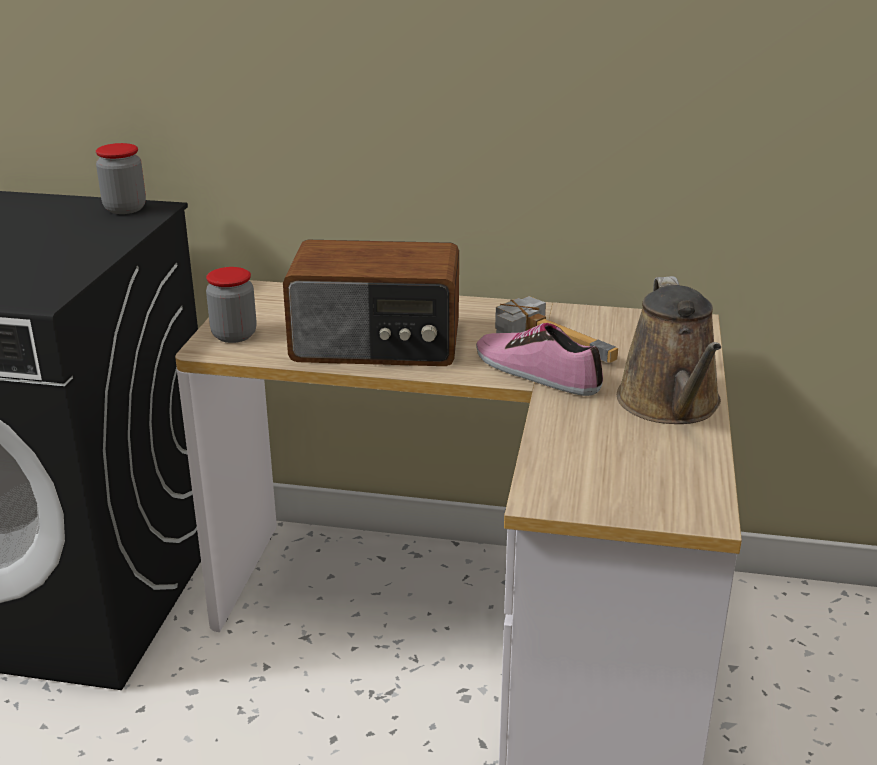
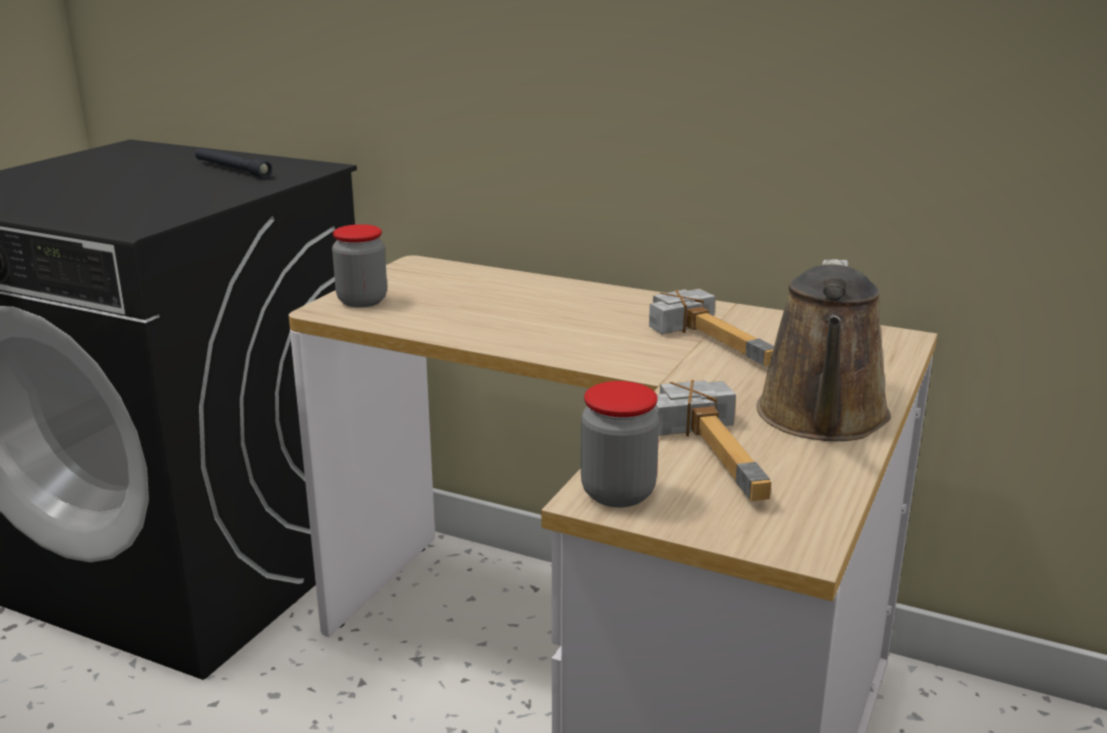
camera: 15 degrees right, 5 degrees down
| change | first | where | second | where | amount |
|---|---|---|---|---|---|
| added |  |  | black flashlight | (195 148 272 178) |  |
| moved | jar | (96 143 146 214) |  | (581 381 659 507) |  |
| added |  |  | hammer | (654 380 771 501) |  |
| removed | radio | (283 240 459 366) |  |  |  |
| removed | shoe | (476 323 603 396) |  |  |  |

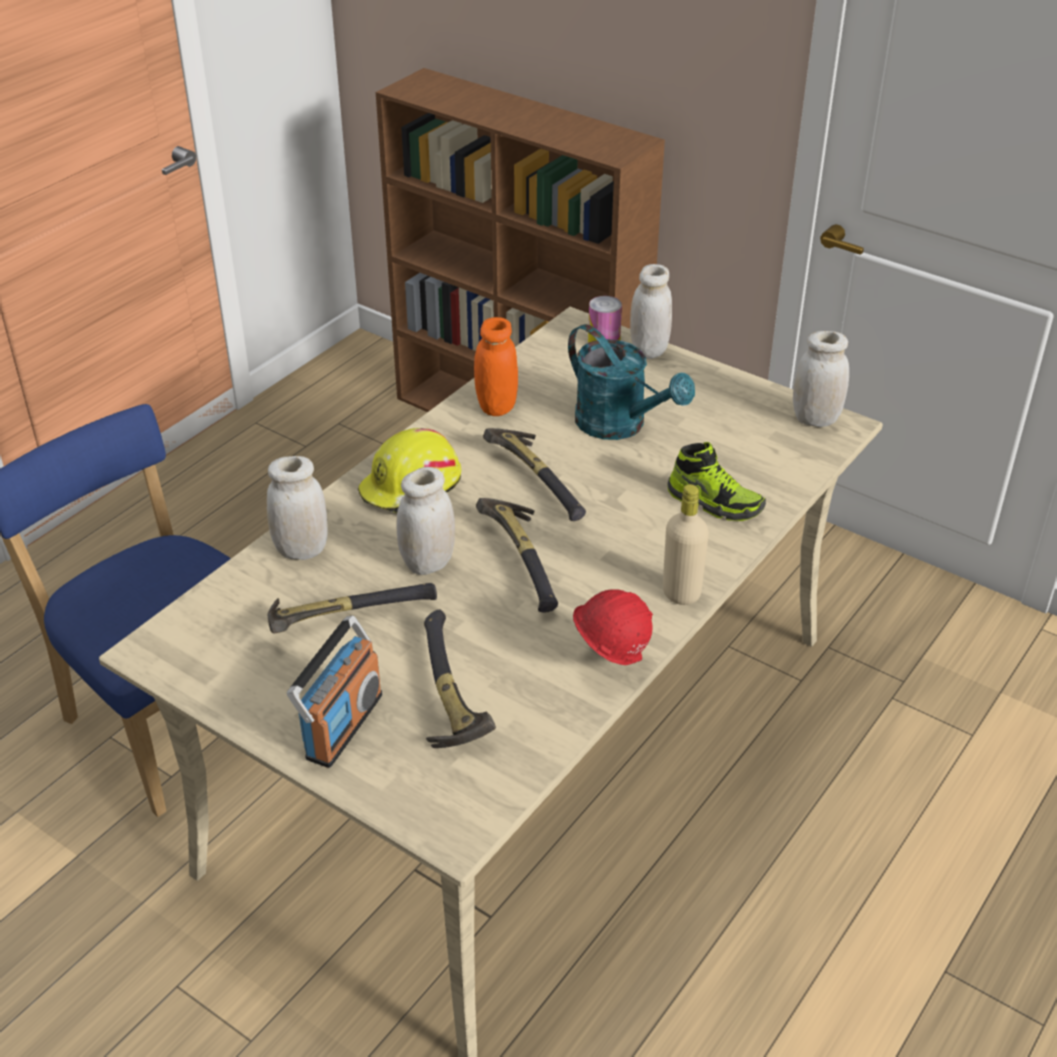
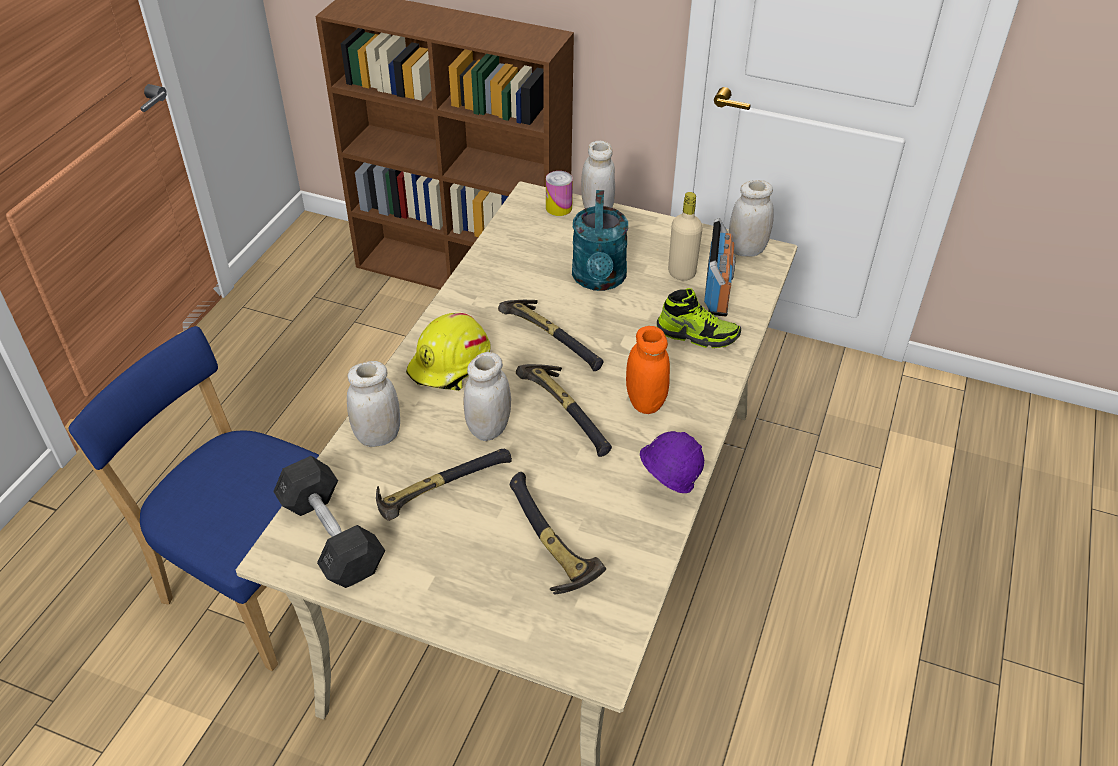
camera: 15 degrees left, 5 degrees up
| change | first | where | second | where | amount |
|---|---|---|---|---|---|
| added |  |  | grey dumbbell | (273 456 385 588) |  |
| turned | turquoise watering can | (568 324 695 440) |  | (572 190 628 291) | 60 degrees clockwise |
| moved | orange jar | (474 317 518 416) |  | (626 326 670 414) |  |
| recoloured | red hard hat | (573 589 653 665) | purple hard hat | (640 431 704 493) |  |
| moved | beige bottle | (663 484 709 605) |  | (668 192 703 281) |  |
| moved | radio | (287 616 382 768) |  | (704 218 736 316) |  |

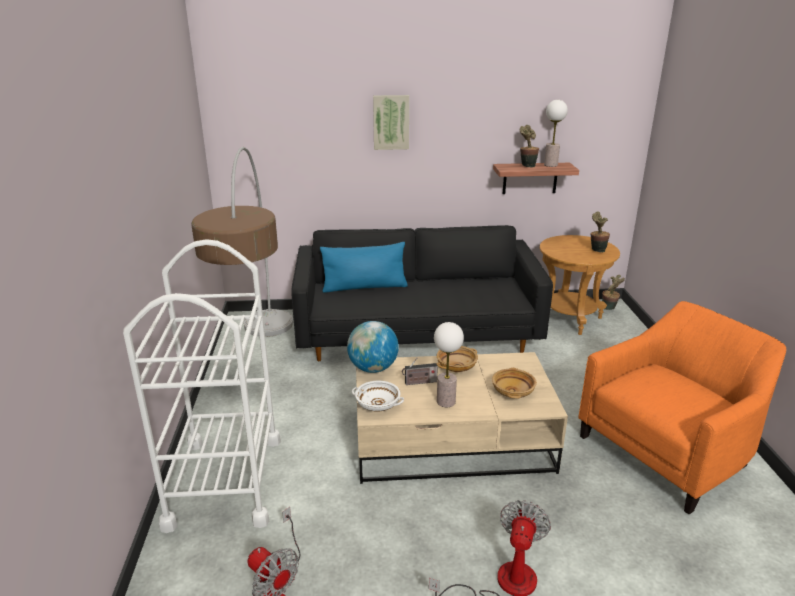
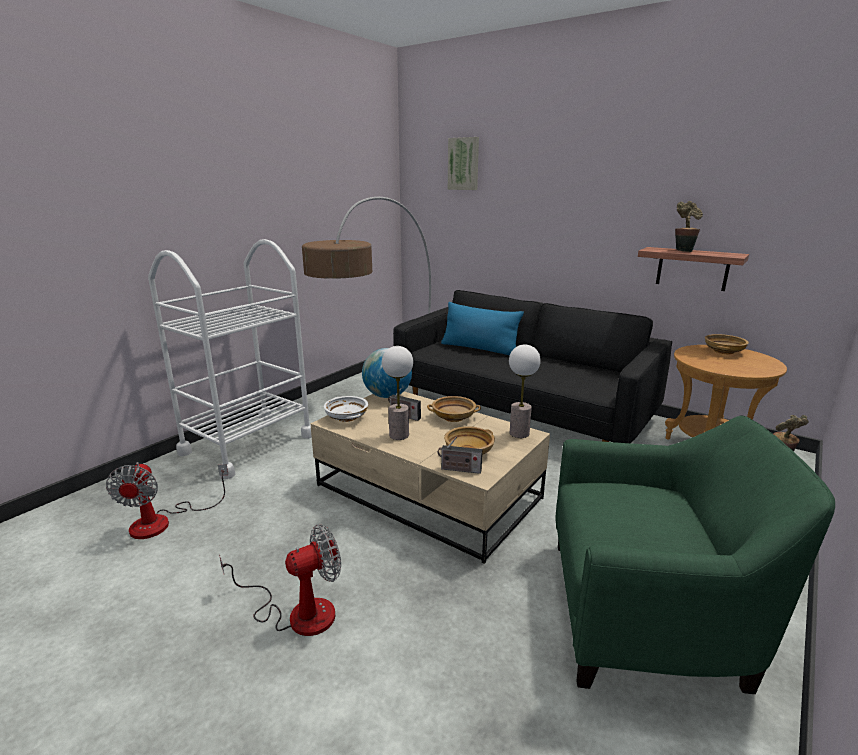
camera: 40 degrees right, 5 degrees down
| change | first | where | second | where | amount |
|---|---|---|---|---|---|
| added |  |  | radio | (438 436 482 474) |  |
| moved | picture | (373 95 409 150) |  | (448 137 479 190) |  |
| moved | table lamp | (544 100 568 167) |  | (509 344 541 438) |  |
| recoloured | orange armchair | (578 301 786 514) | green armchair | (555 415 835 694) |  |
| added |  |  | beige bowl | (705 334 749 354) |  |
| removed | potted plant | (591 211 610 253) |  |  |  |

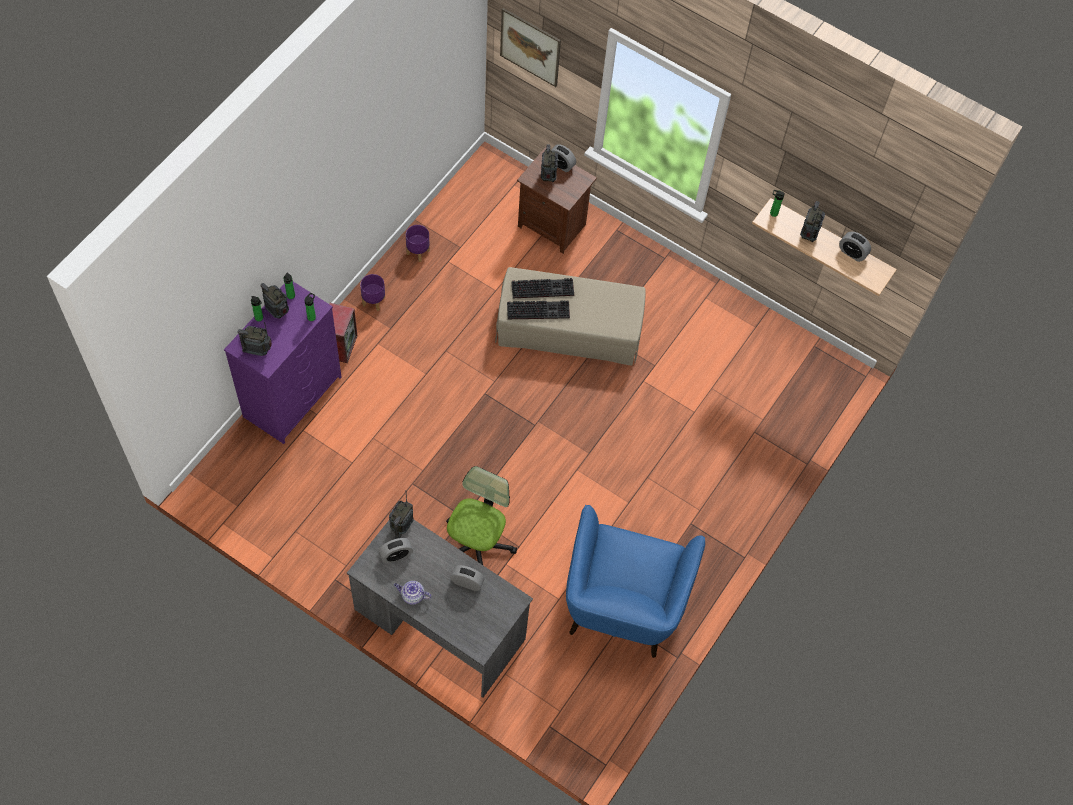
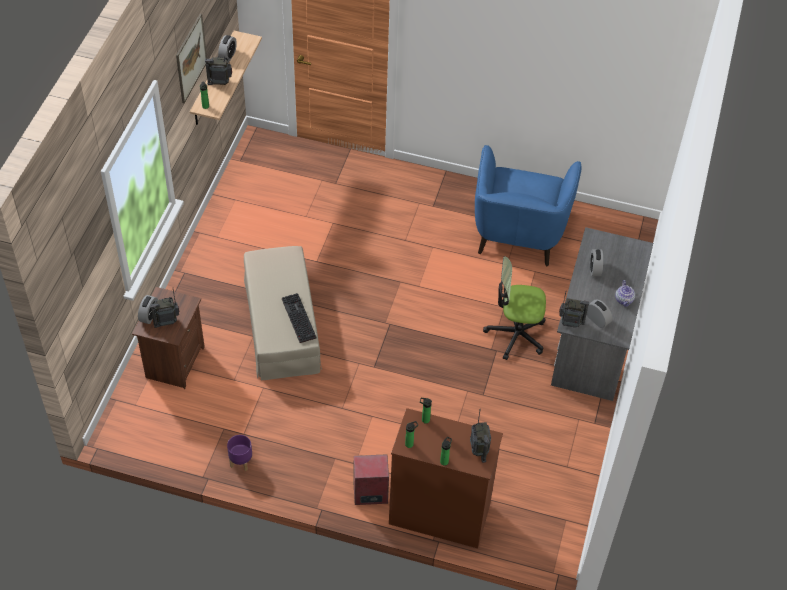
camera: 105 degrees left, 10 degrees down
| change | first | where | second | where | amount |
|---|---|---|---|---|---|
| moved | picture | (500 8 561 87) |  | (176 14 207 103) |  |
| recoloured | purple dresser | (224 282 342 444) | brown dresser | (389 408 503 548) |  |
| turned | blue armchair | (566 505 705 658) |  | (475 145 582 266) | 105 degrees clockwise |
| removed | radio | (260 283 289 319) |  |  |  |
| removed | purple planter | (360 274 385 311) |  |  |  |
| removed | keyboard | (512 278 574 298) |  |  |  |

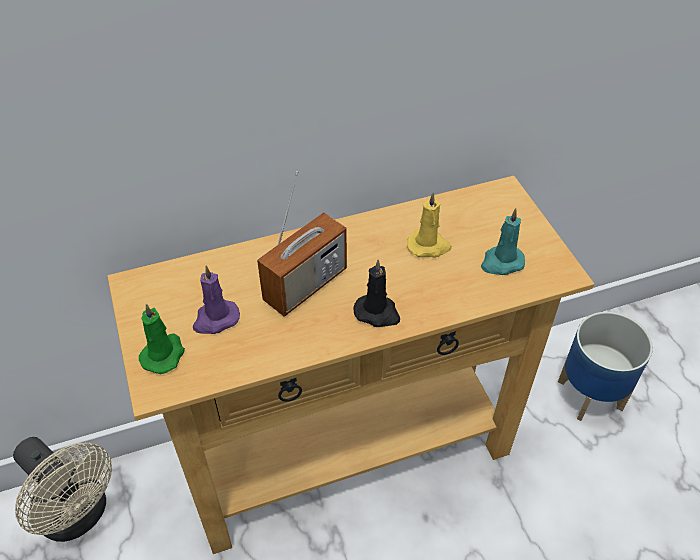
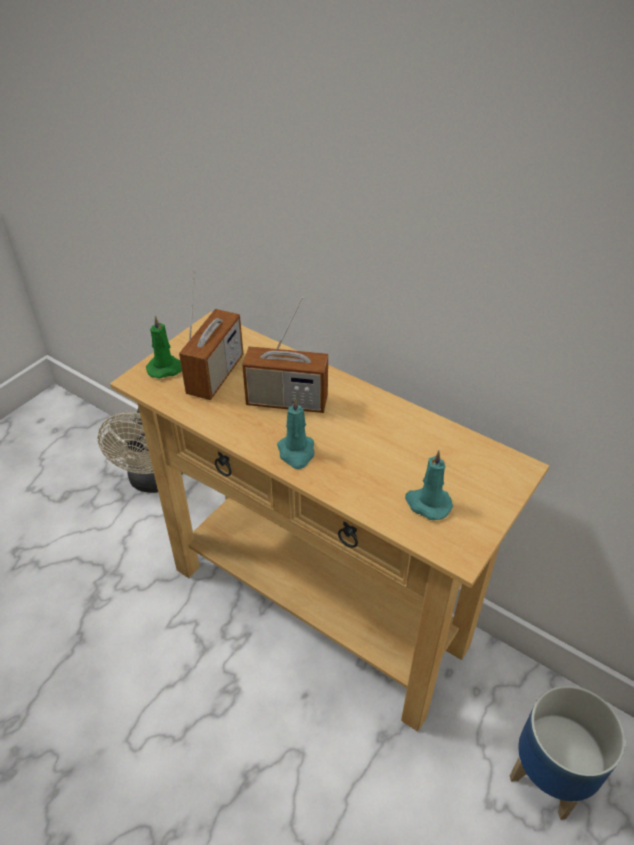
camera: 55 degrees right, 5 degrees down
| change | first | where | second | where | amount |
|---|---|---|---|---|---|
| replaced | purple candle | (193 266 240 334) | radio | (179 270 243 400) |  |
| recoloured | black candle | (354 259 400 327) | turquoise candle | (277 397 315 469) |  |
| removed | yellow candle | (407 192 452 258) |  |  |  |

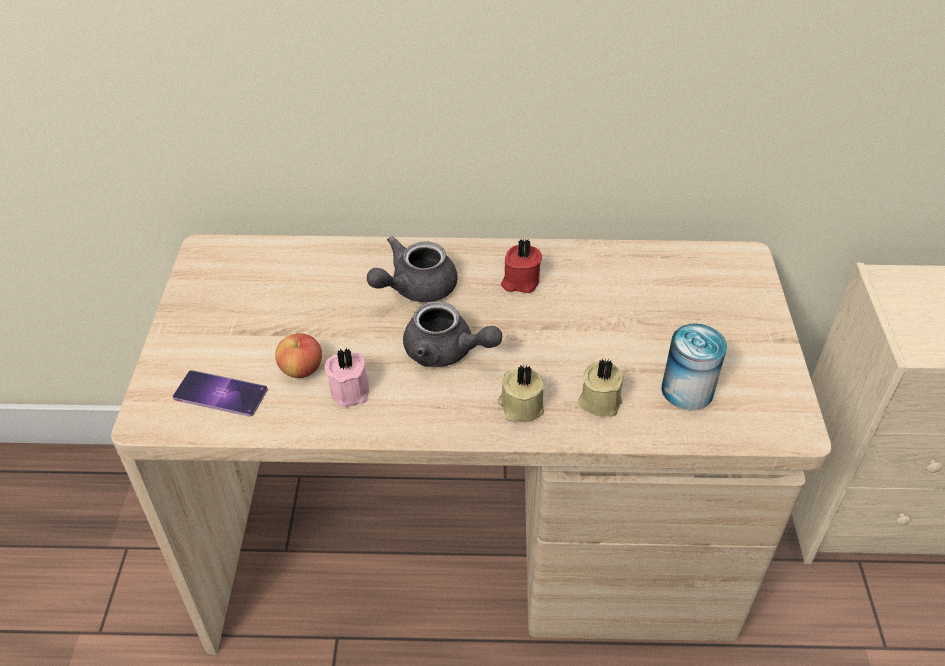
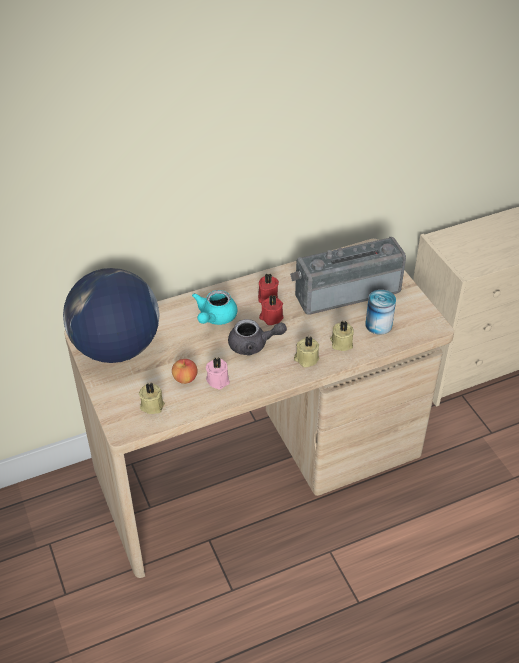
camera: 25 degrees left, 0 degrees up
| change | first | where | second | where | amount |
|---|---|---|---|---|---|
| added |  |  | globe | (63 268 159 363) |  |
| replaced | phone | (173 370 268 417) | beige candle | (139 383 165 414) |  |
| recoloured | grey teapot | (367 236 458 302) | turquoise teapot | (192 290 237 325) |  |
| added |  |  | red candle | (259 295 284 325) |  |
| added |  |  | radio | (290 237 406 315) |  |

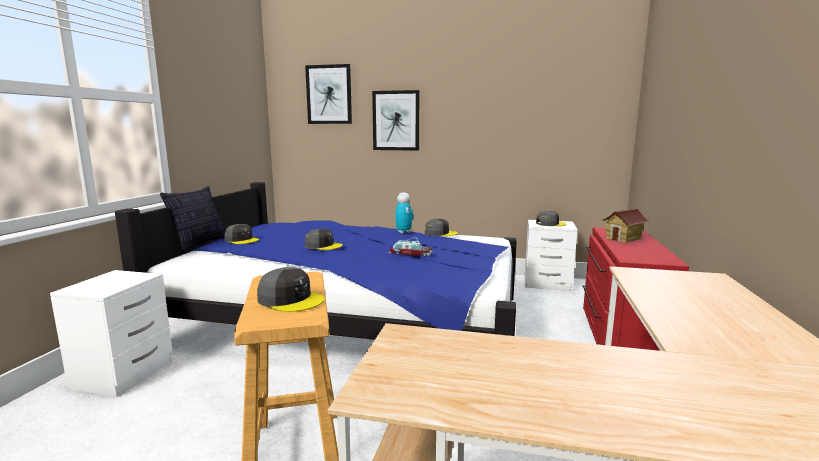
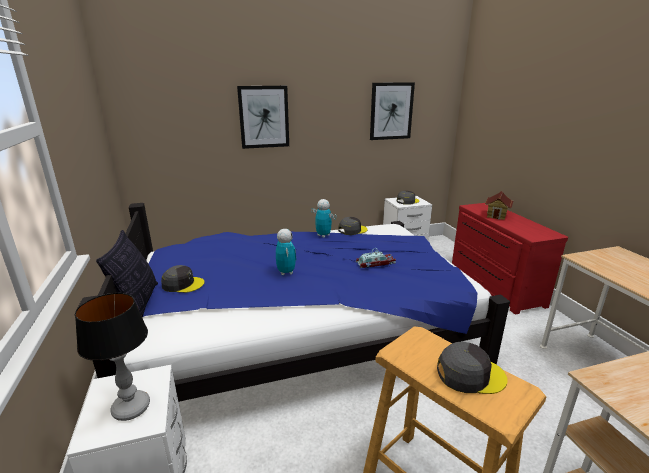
camera: 30 degrees left, 10 degrees up
| change | first | where | second | where | amount |
|---|---|---|---|---|---|
| added |  |  | table lamp | (75 293 150 421) |  |
| replaced | grey cap | (305 229 343 250) | toy robot | (276 229 296 275) |  |
| moved | picture | (305 64 352 124) |  | (370 82 415 140) |  |

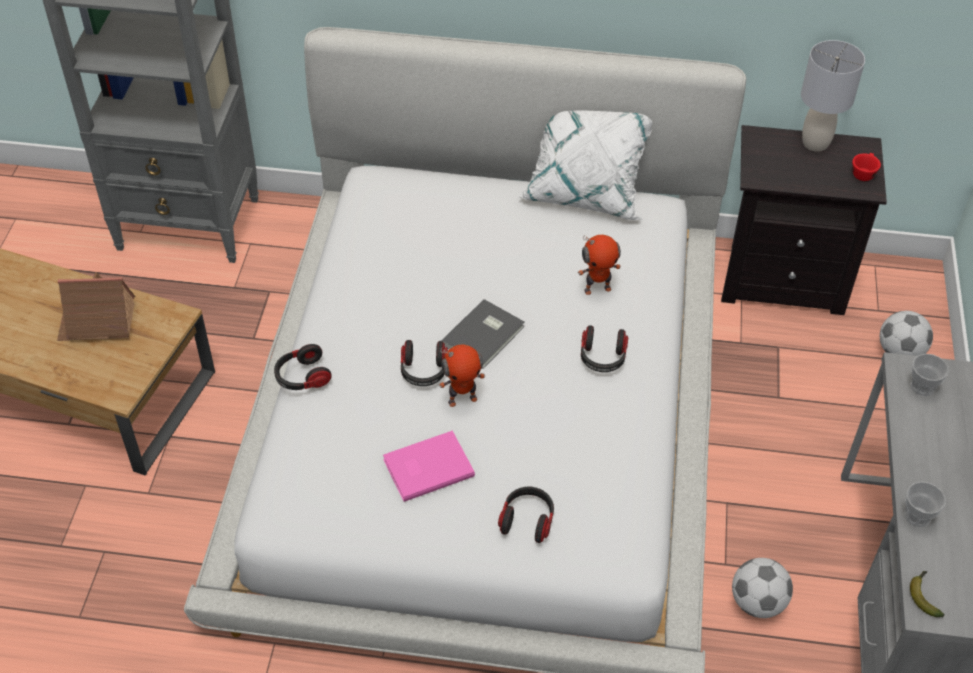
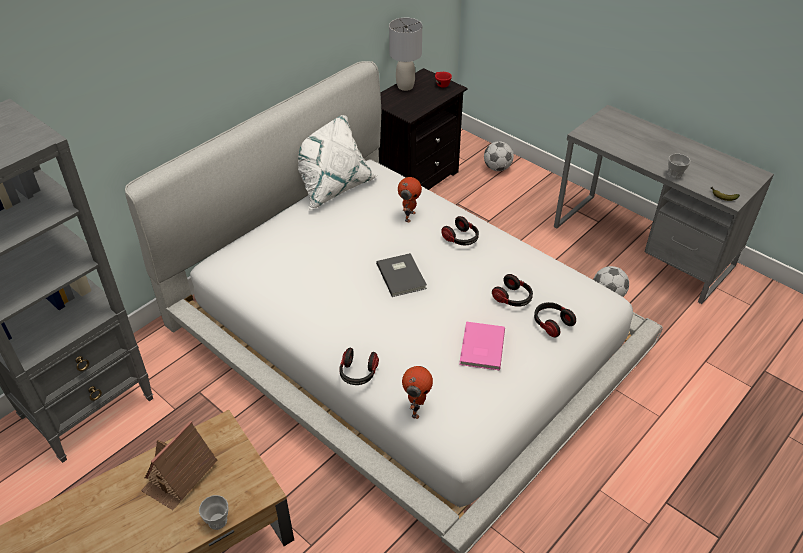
camera: 55 degrees left, 5 degrees down
| change | first | where | second | where | amount |
|---|---|---|---|---|---|
| moved | cup | (911 354 949 396) |  | (199 495 228 530) |  |
| moved | toy robot | (439 344 485 407) |  | (402 366 433 419) |  |
| moved | headphones | (401 340 448 386) |  | (492 274 533 307) |  |

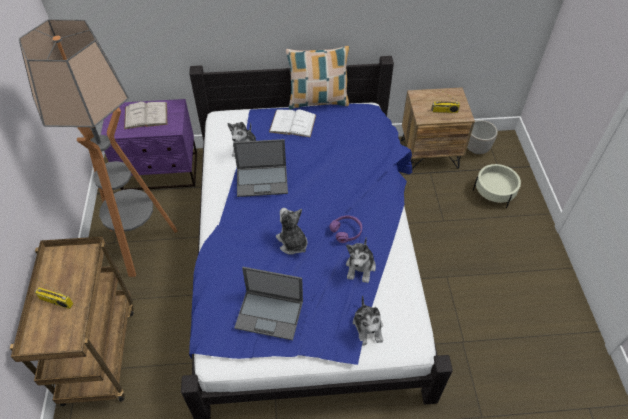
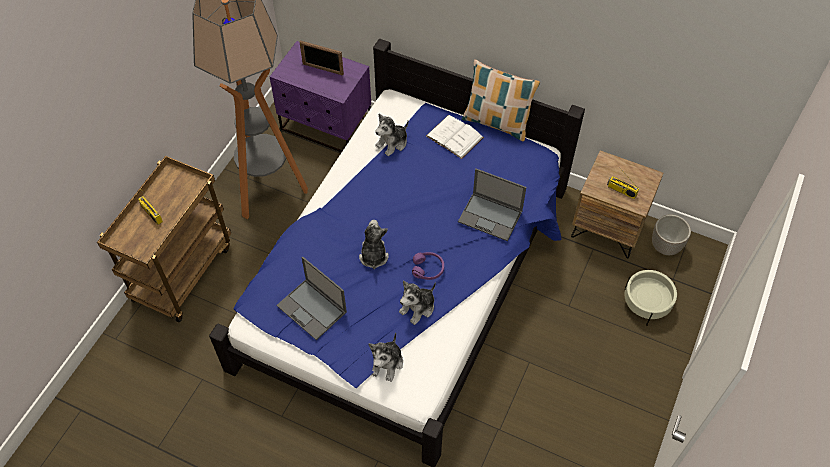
camera: 30 degrees right, 5 degrees up
| change | first | where | second | where | amount |
|---|---|---|---|---|---|
| replaced | white book | (124 102 167 129) | picture frame | (300 40 344 75) |  |
| moved | laptop | (233 139 288 197) |  | (458 169 526 241) |  |

